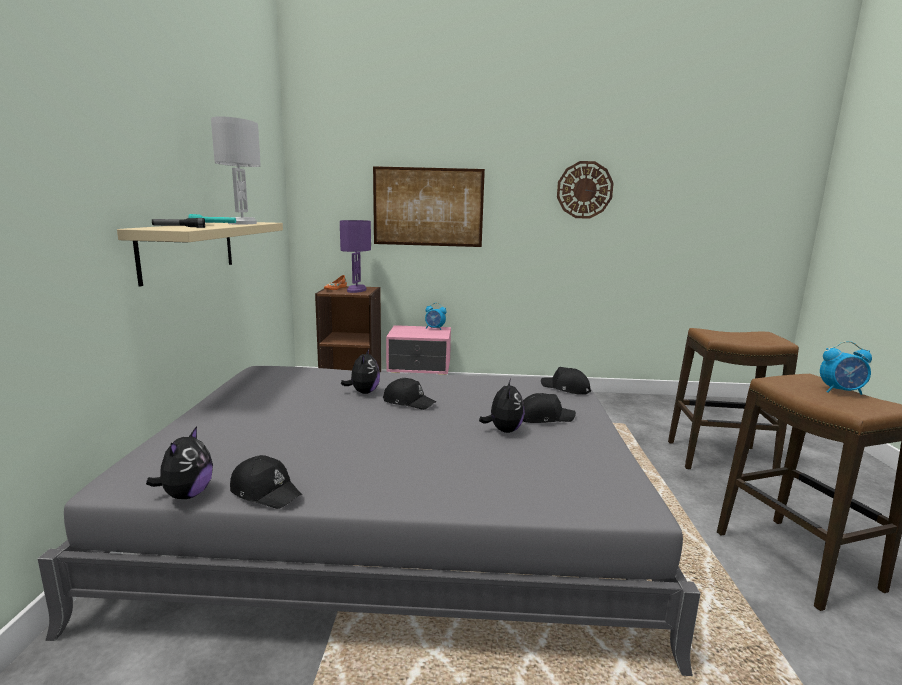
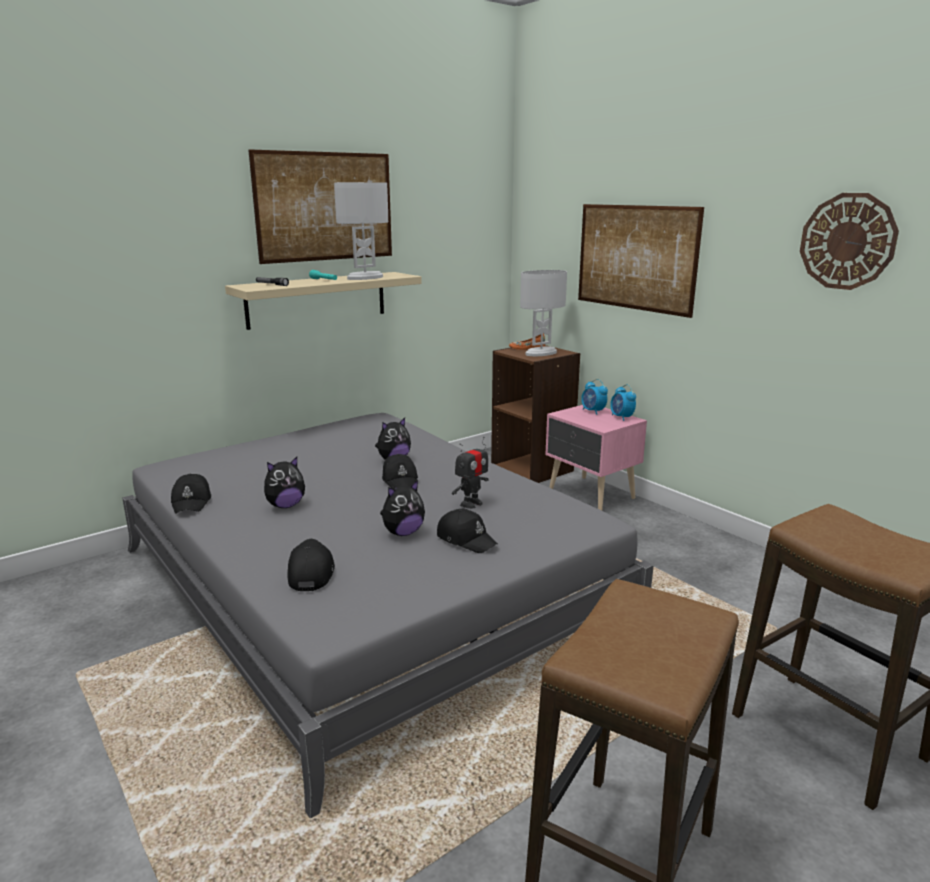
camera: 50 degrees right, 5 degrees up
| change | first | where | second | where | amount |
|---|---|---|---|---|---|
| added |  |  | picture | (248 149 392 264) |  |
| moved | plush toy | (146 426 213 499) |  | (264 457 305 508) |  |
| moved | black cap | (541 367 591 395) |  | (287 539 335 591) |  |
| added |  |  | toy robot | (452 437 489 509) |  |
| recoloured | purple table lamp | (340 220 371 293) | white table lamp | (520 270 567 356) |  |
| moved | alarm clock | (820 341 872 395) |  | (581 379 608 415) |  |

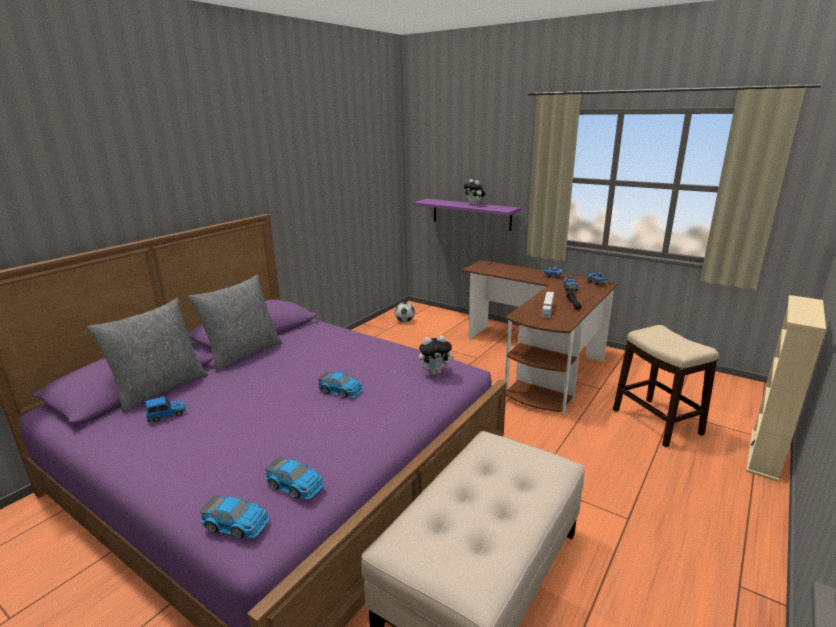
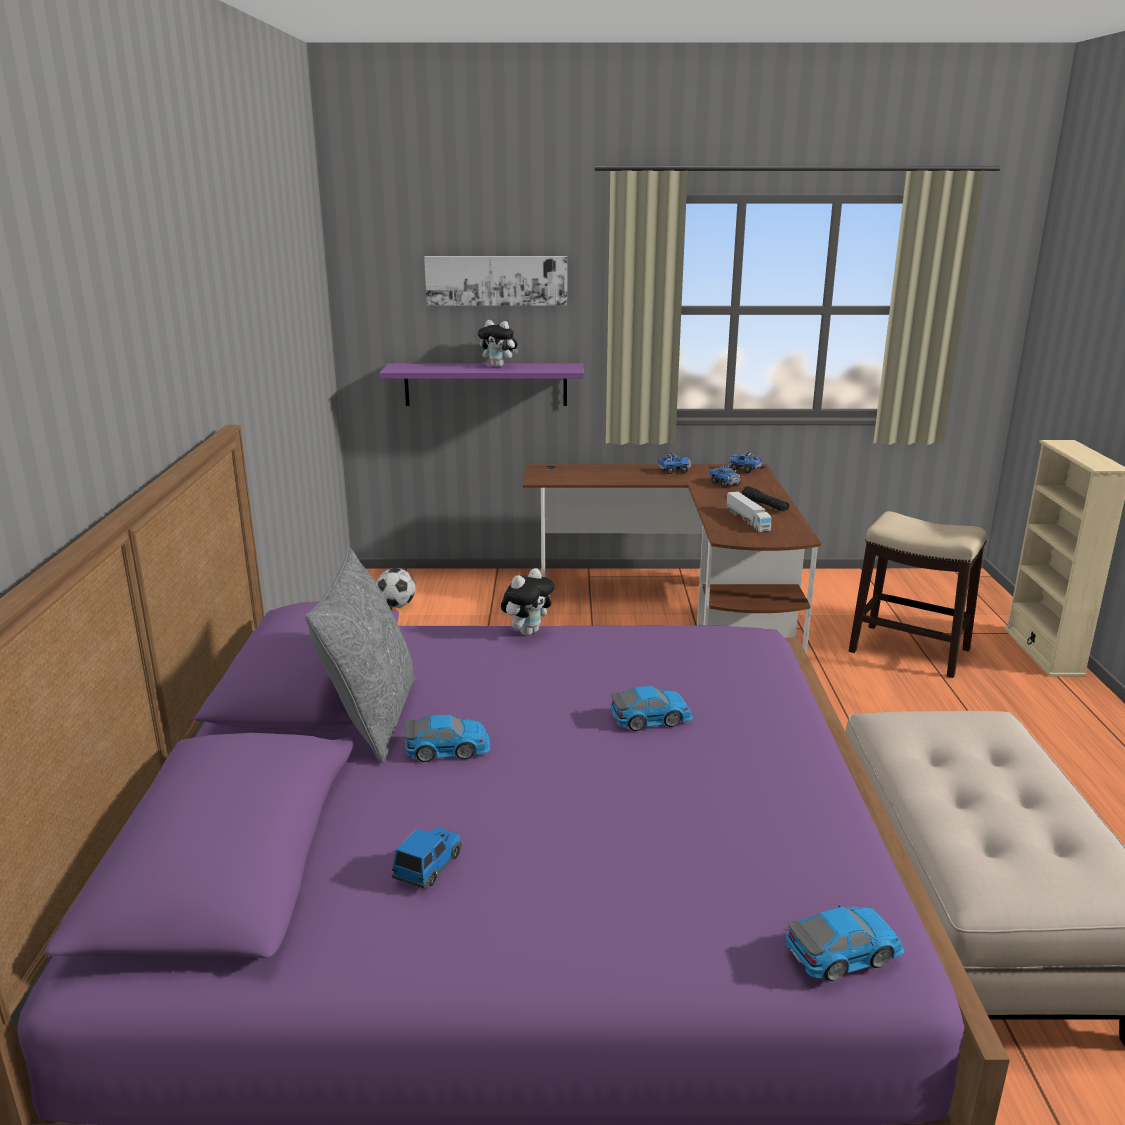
camera: 35 degrees left, 0 degrees up
| change | first | where | second | where | amount |
|---|---|---|---|---|---|
| moved | toy car | (265 456 325 499) |  | (405 715 490 762) |  |
| added |  |  | picture | (424 256 567 306) |  |
| moved | plush toy | (419 335 455 375) |  | (501 568 555 636) |  |
| removed | grey pillow | (87 298 208 413) |  |  |  |

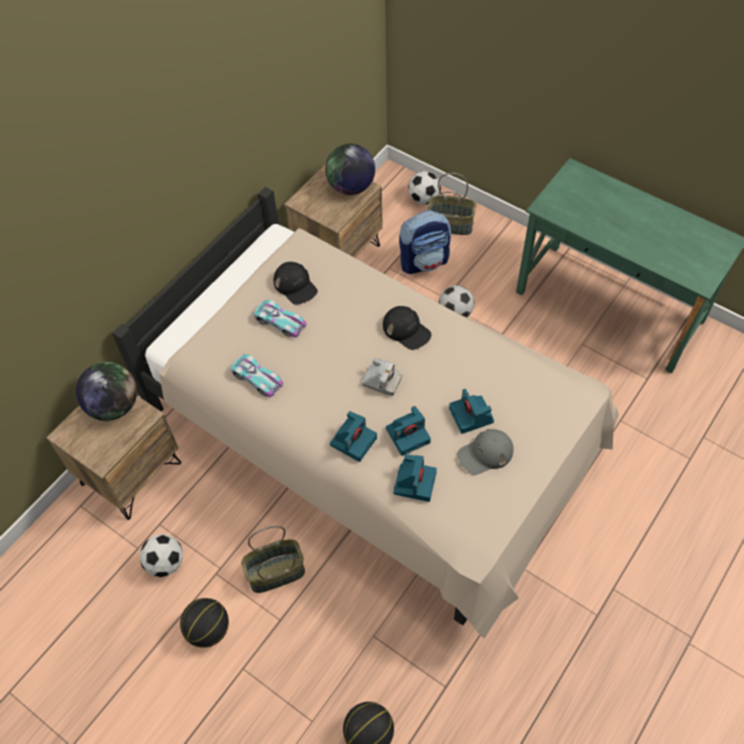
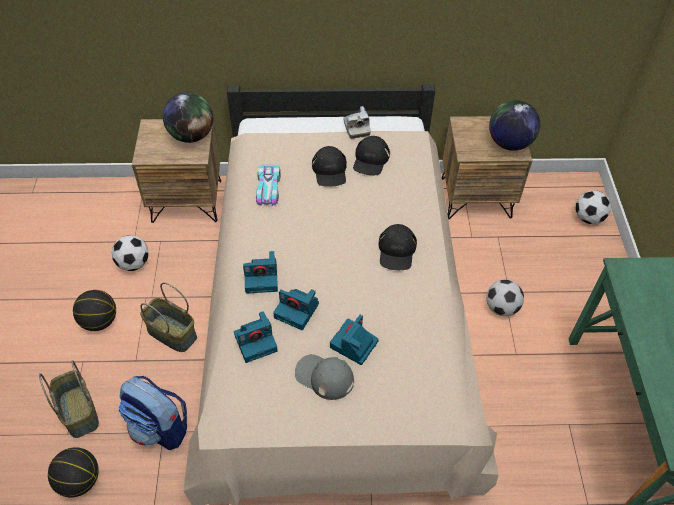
camera: 50 degrees right, 5 degrees down
| change | first | where | second | where | amount |
|---|---|---|---|---|---|
| moved | basket | (428 173 476 235) |  | (39 360 99 438) |  |
| moved | backpack | (399 210 451 274) |  | (119 376 187 450) |  |
| replaced | toy car | (254 300 306 337) | black cap | (312 146 347 187) |  |
| moved | photo camera | (362 358 402 396) |  | (343 106 371 139) |  |

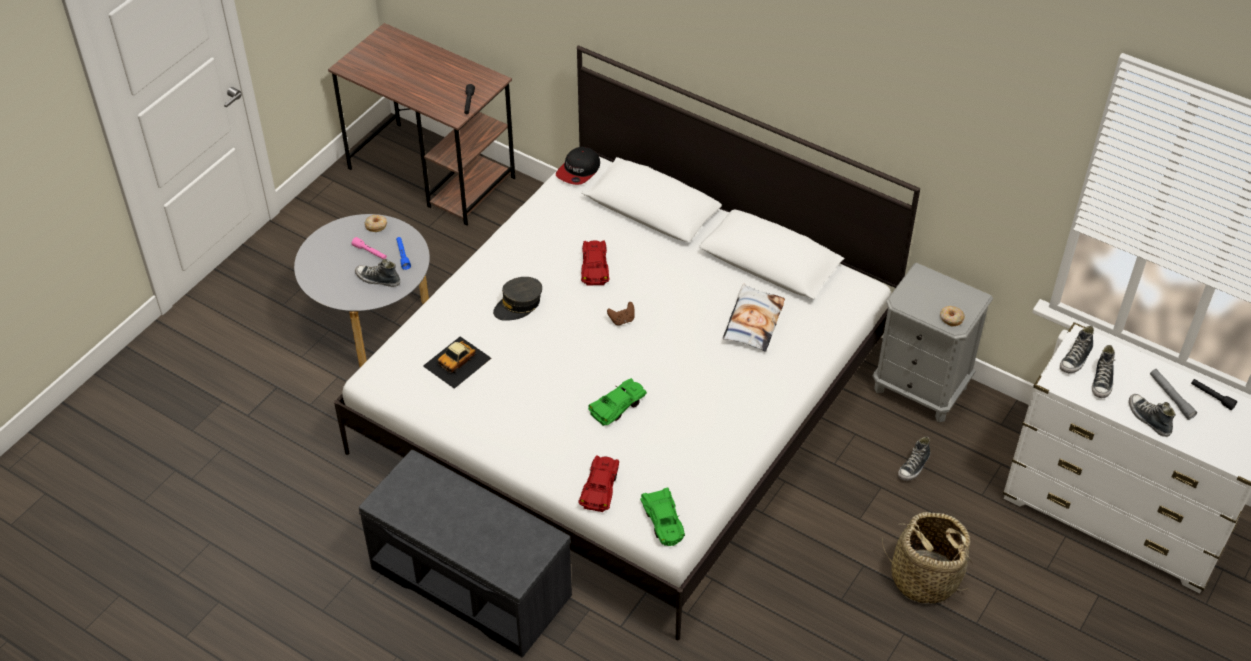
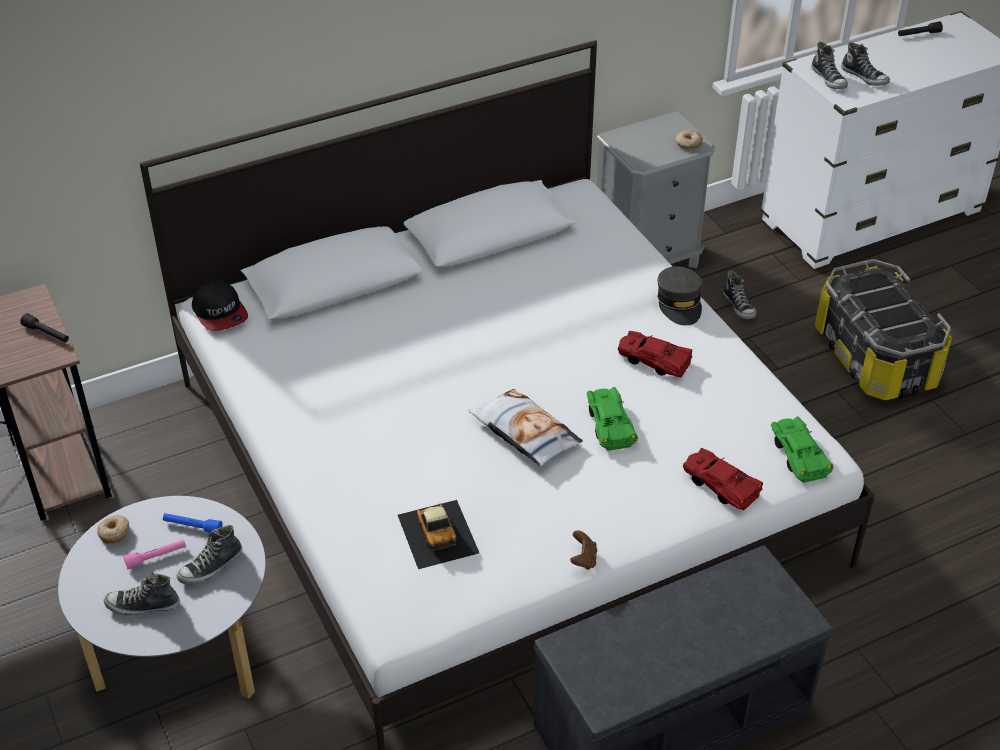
camera: 60 degrees left, 5 degrees down
| change | first | where | second | where | amount |
|---|---|---|---|---|---|
| moved | shoe | (1129 394 1176 437) |  | (104 572 180 616) |  |
| moved | pillow | (723 284 785 352) |  | (468 389 583 467) |  |
| moved | brown game controller | (607 302 635 325) |  | (570 530 597 570) |  |
| moved | red toy car | (581 240 610 286) |  | (618 331 693 377) |  |
| moved | grey cap | (493 277 542 321) |  | (657 266 703 325) |  |
| turned | green toy car | (640 487 685 546) |  | (771 416 834 483) | 120 degrees counterclockwise |
| replaced | basket | (882 512 971 604) | storage box | (815 259 952 400) |  |
| removed | grey flashlight | (1150 369 1197 420) |  |  |  |

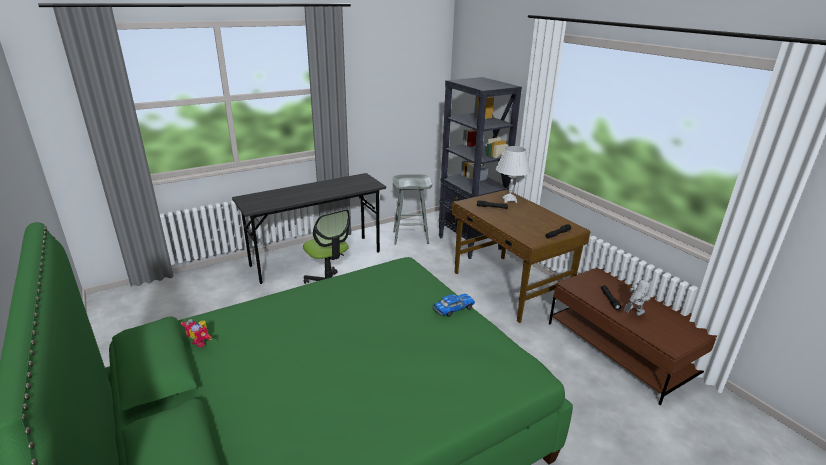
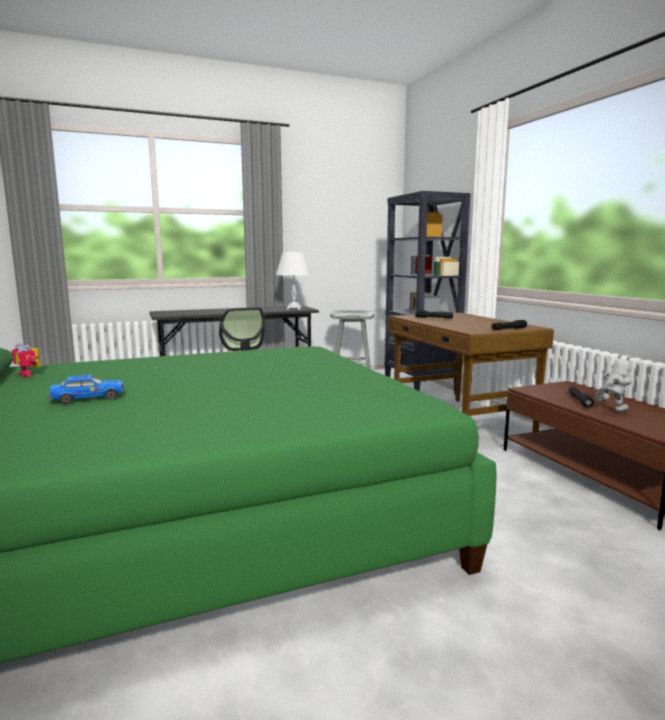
camera: 10 degrees right, 15 degrees down
| change | first | where | second | where | amount |
|---|---|---|---|---|---|
| moved | toy car | (433 294 475 317) |  | (47 375 125 404) |  |
| moved | white table lamp | (496 146 531 203) |  | (276 252 311 310) |  |

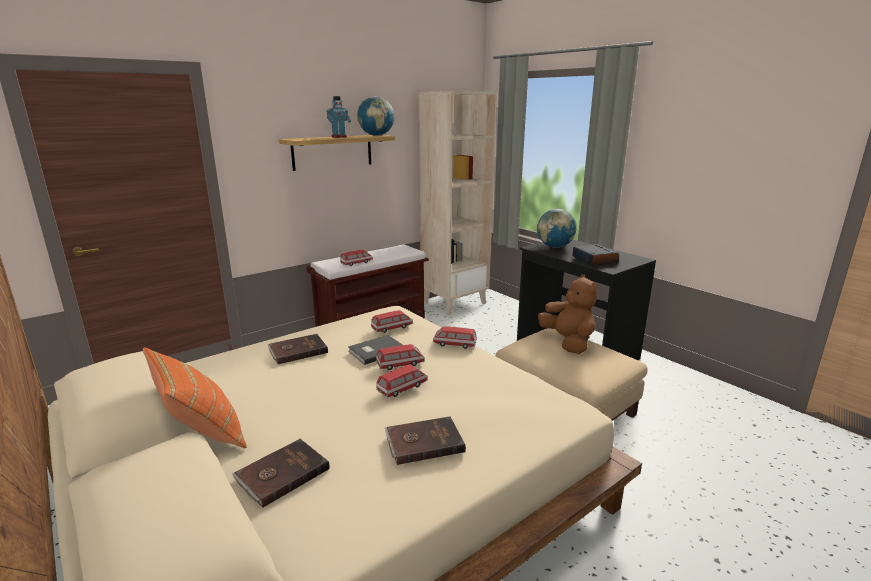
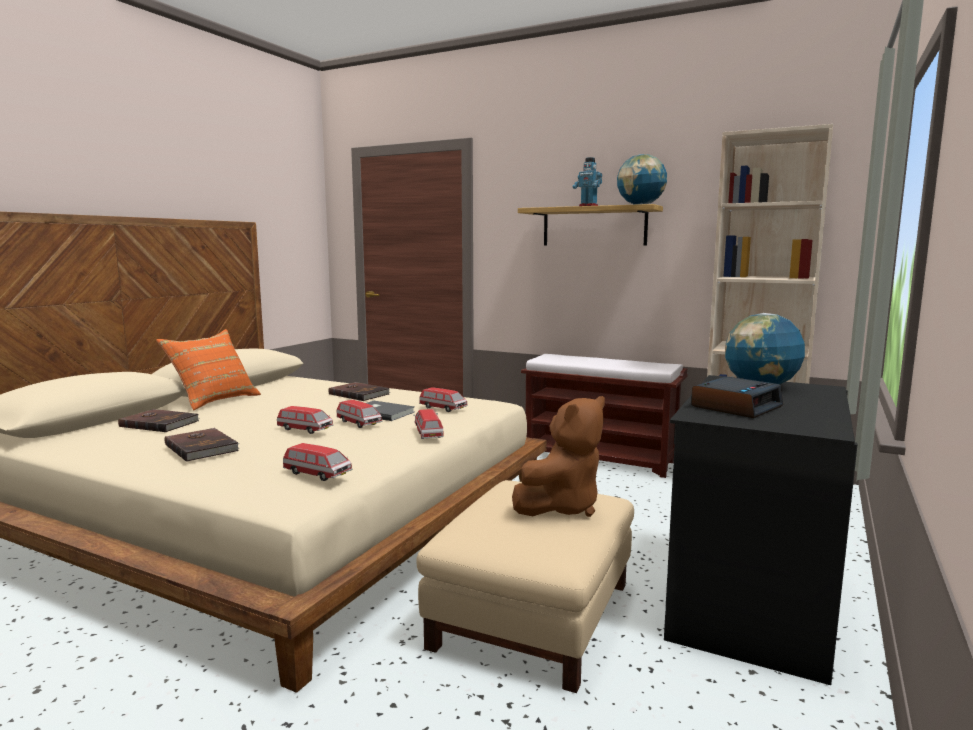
camera: 65 degrees right, 10 degrees down
| change | first | where | second | where | amount |
|---|---|---|---|---|---|
| moved | toy car | (340 250 373 266) |  | (283 443 353 481) |  |

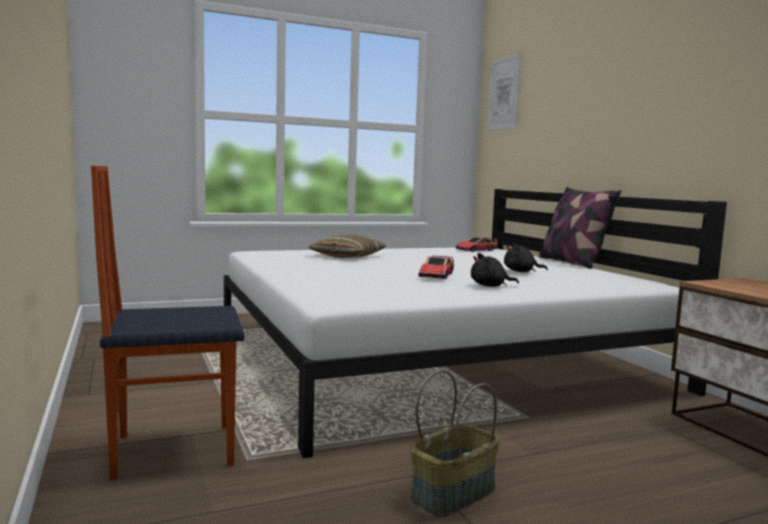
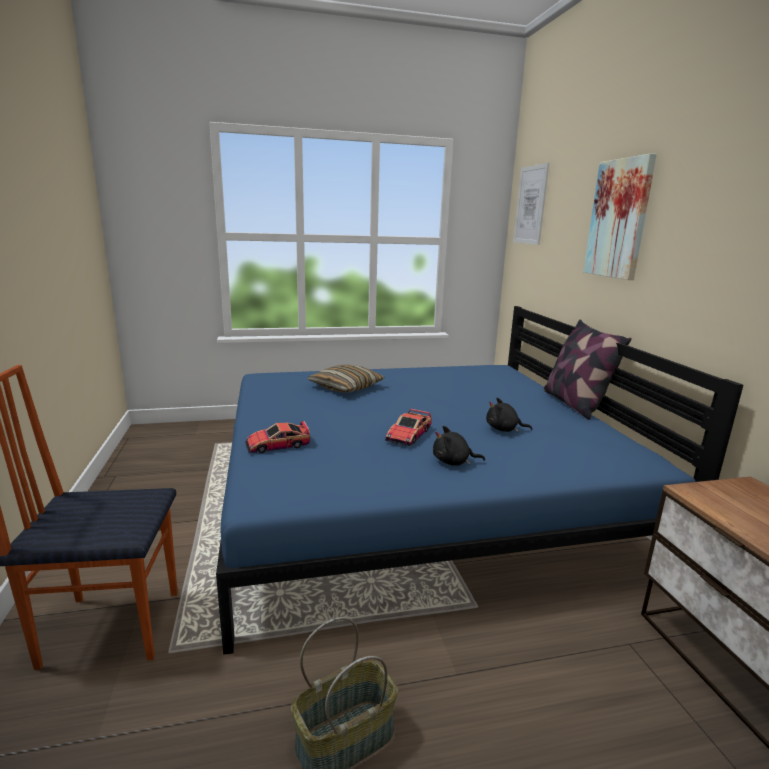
camera: 10 degrees right, 10 degrees up
| change | first | where | second | where | amount |
|---|---|---|---|---|---|
| recoloured | white bed | (224 189 727 458) | blue bed | (216 306 743 655) |  |
| moved | toy car | (455 237 498 252) |  | (245 421 310 453) |  |
| added |  |  | picture | (583 154 657 280) |  |

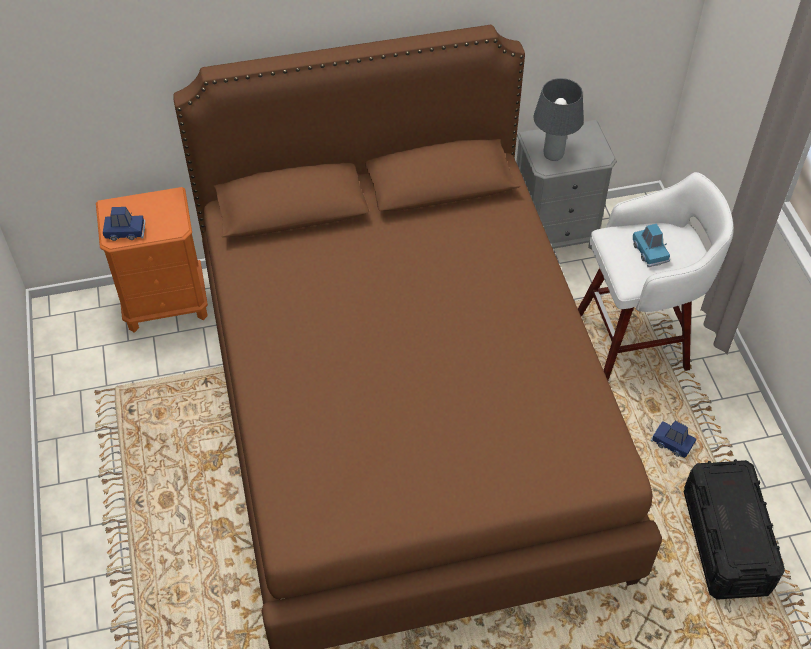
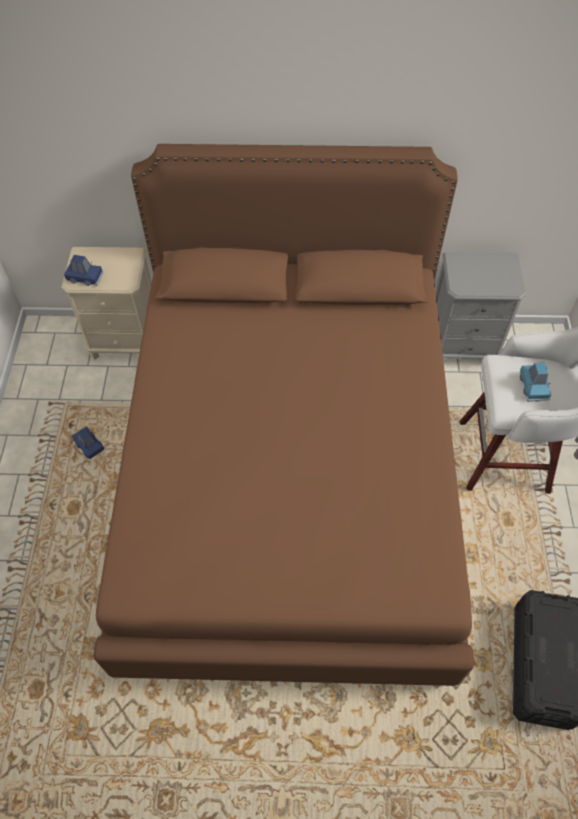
camera: 15 degrees right, 5 degrees up
| change | first | where | second | where | amount |
|---|---|---|---|---|---|
| recoloured | orange nightstand | (96 187 208 333) | beige nightstand | (61 247 152 360) |  |
| moved | blue toy car | (651 421 696 458) |  | (71 426 104 459) |  |
| removed | grey table lamp | (533 78 584 161) |  |  |  |

